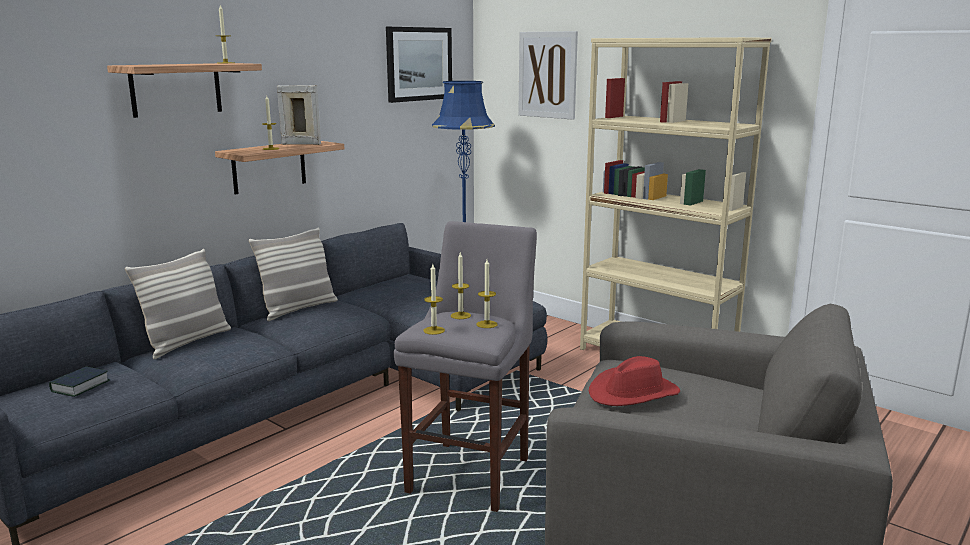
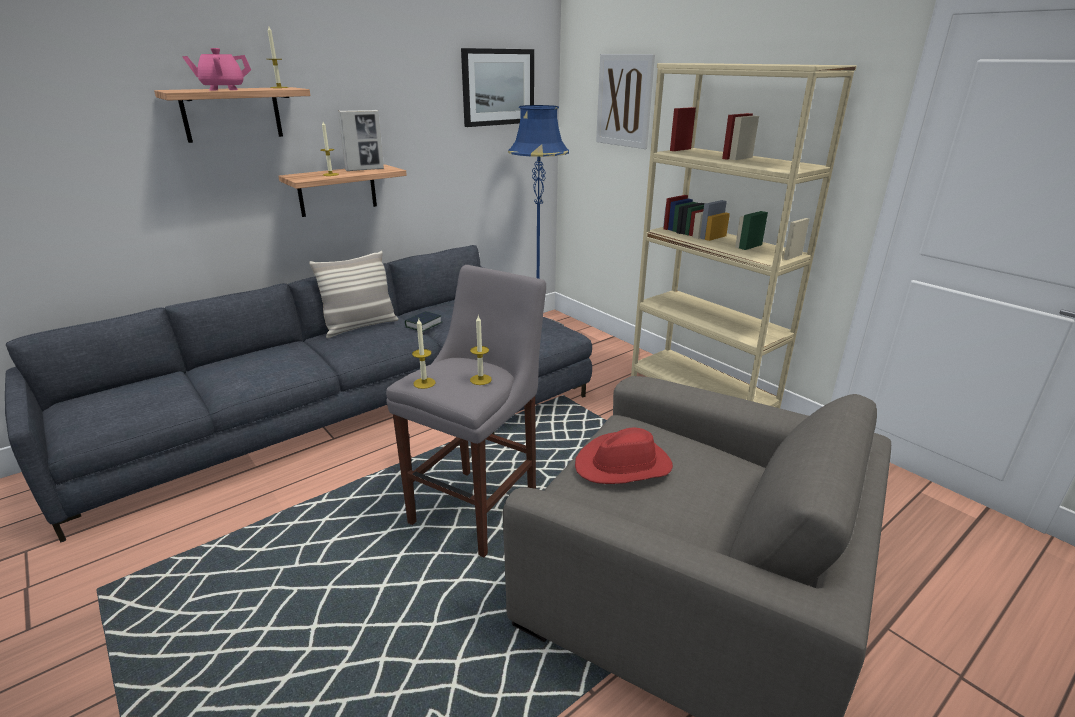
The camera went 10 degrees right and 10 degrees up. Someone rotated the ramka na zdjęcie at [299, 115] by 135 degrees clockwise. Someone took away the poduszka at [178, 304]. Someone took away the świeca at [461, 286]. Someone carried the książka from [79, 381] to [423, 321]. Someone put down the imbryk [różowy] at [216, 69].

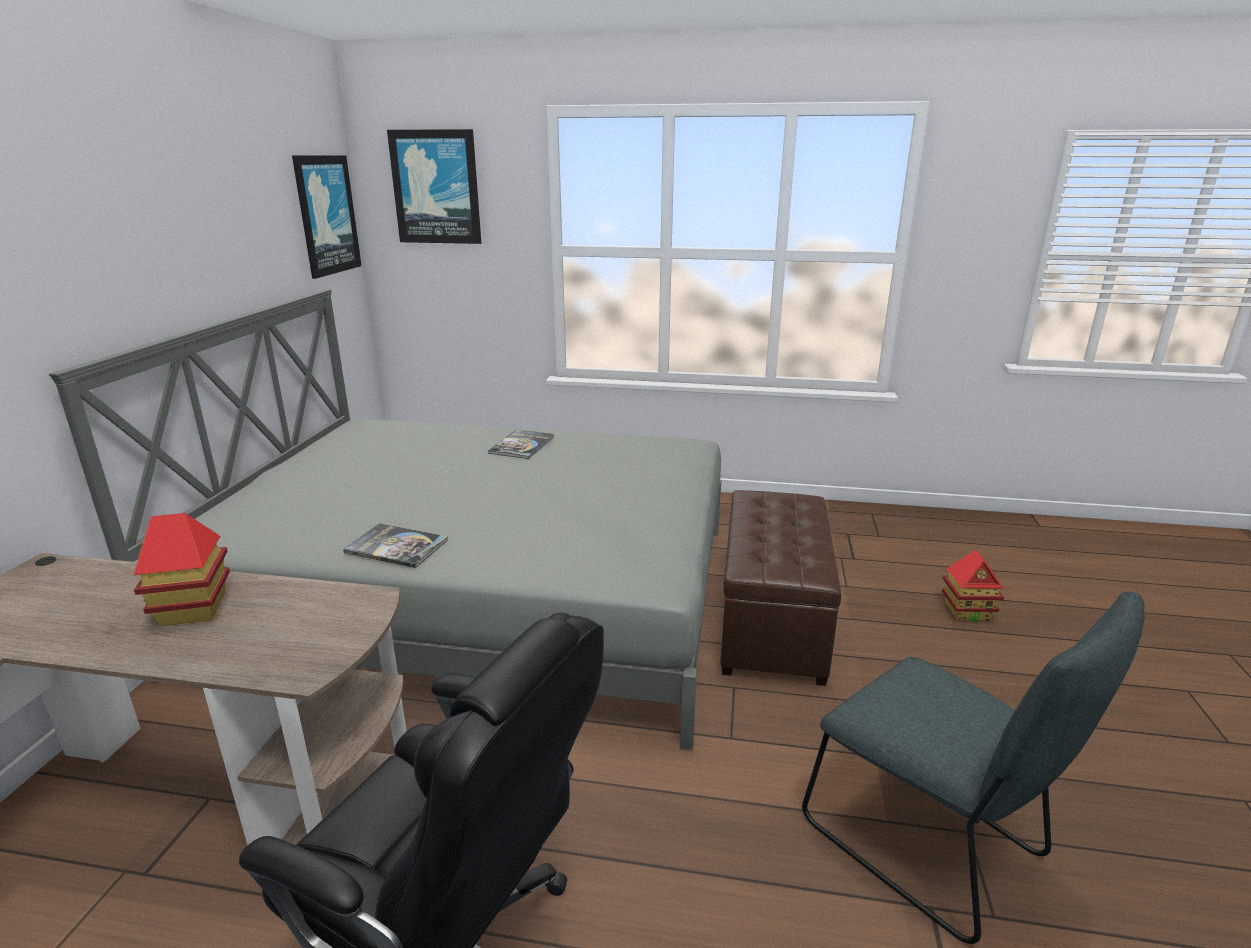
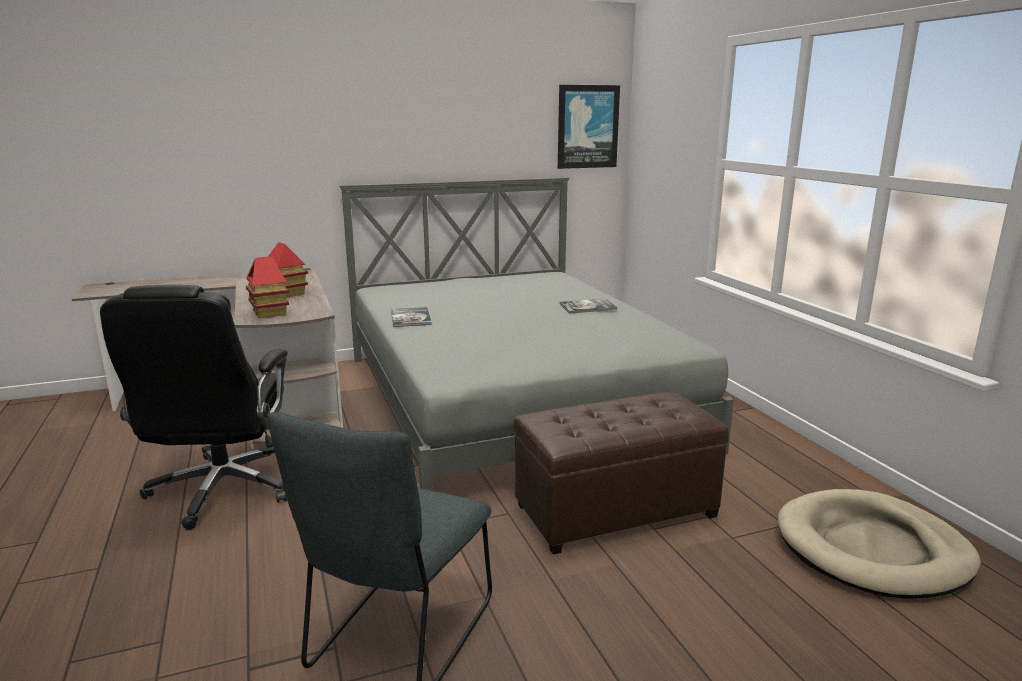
The camera went 60 degrees right and 5 degrees down. Someone took away the obraz at [434, 186]. Someone carried the domek from [973, 585] to [267, 287]. Someone put down the legowisko [beżowy] at [879, 544].

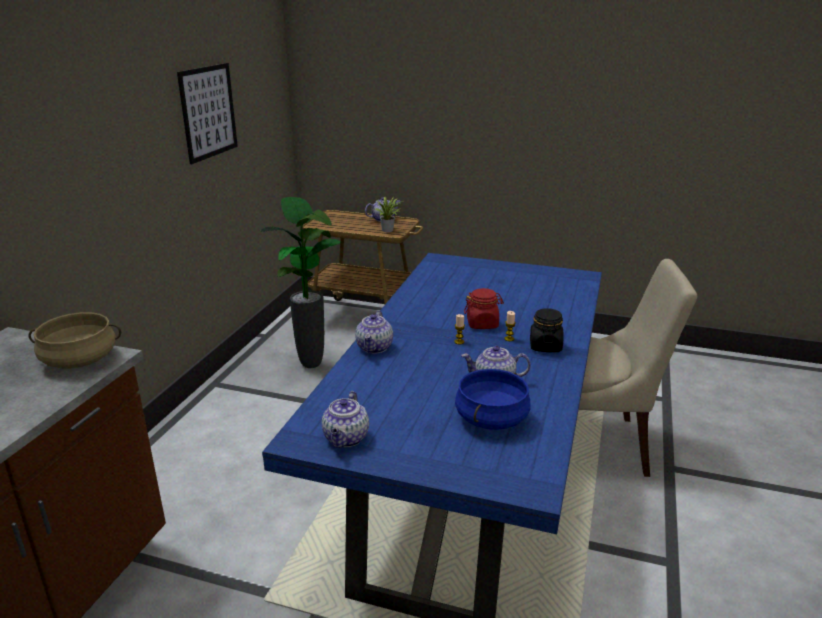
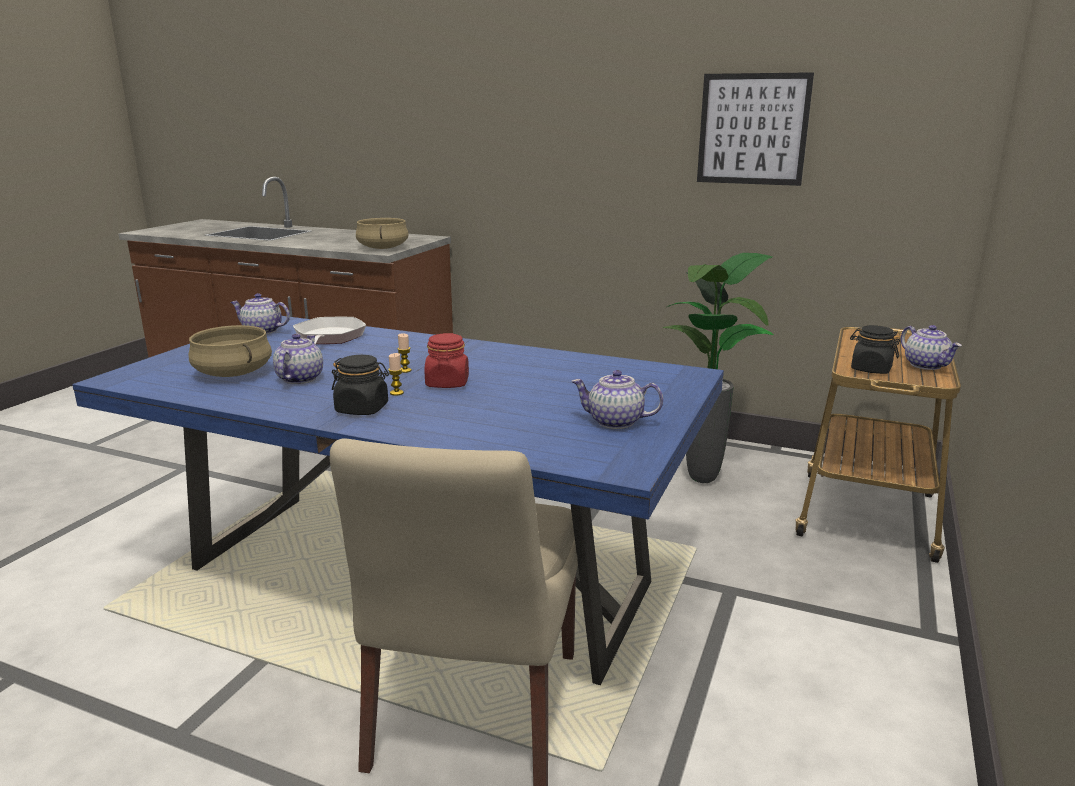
The camera went 95 degrees right and 5 degrees down. Someone swapped the roślina doniczkowa at [388, 214] for the słoik [czarny] at [875, 349]. Someone carried the imbryk from [374, 331] to [617, 399]. Someone repainted the garnek [niebieski] at [493, 399], which became the garnek [beżowy] at [230, 351]. Someone put down the patelnia at [329, 330].

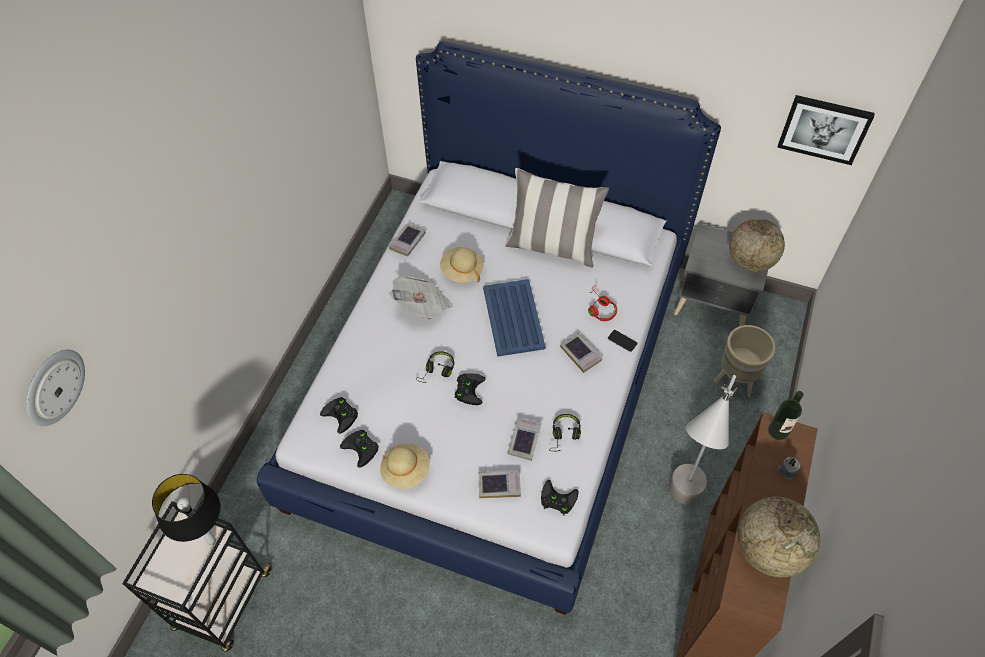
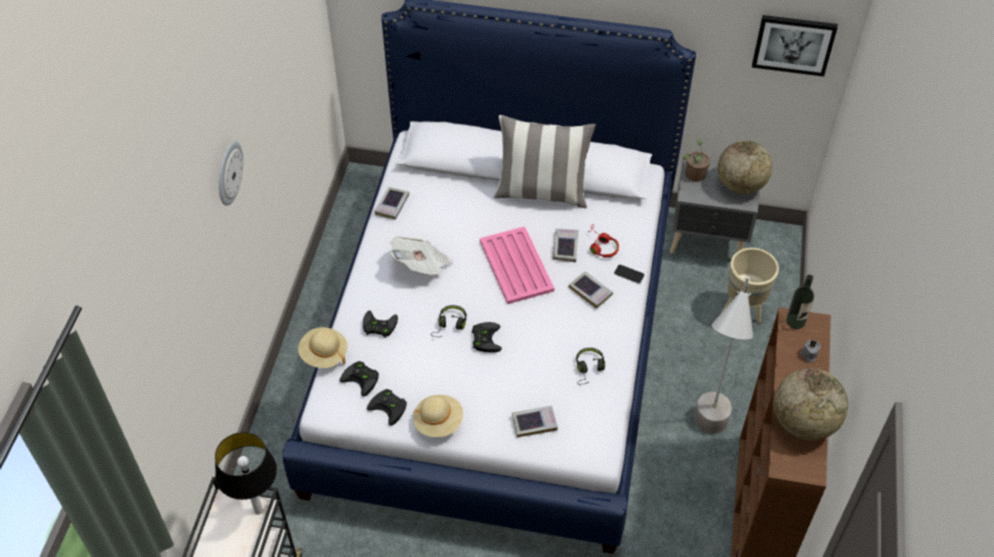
The camera went 10 degrees left and 5 degrees down. Someone carried the kapelusz [beżowy] from [462, 265] to [322, 347]. Someone repainted the taca [niebieski] at [514, 318], which became the taca [różowy] at [517, 265]. Someone carried the zegar ścienny from [55, 388] to [231, 173]. Someone carried the książka from [524, 439] to [566, 246]. Someone carried the pad do gier [czarny] from [560, 498] to [380, 324]. Someone put down the roślina doniczkowa at [697, 161].

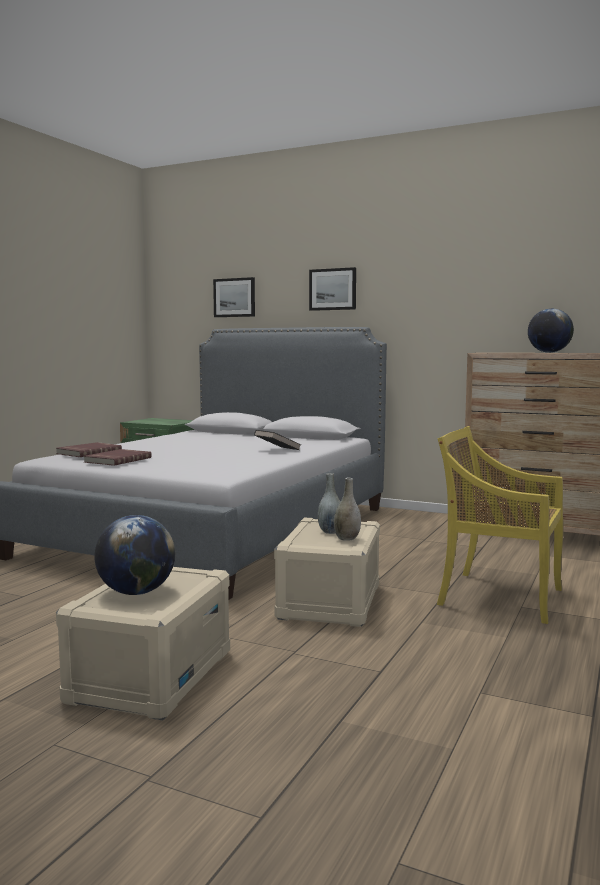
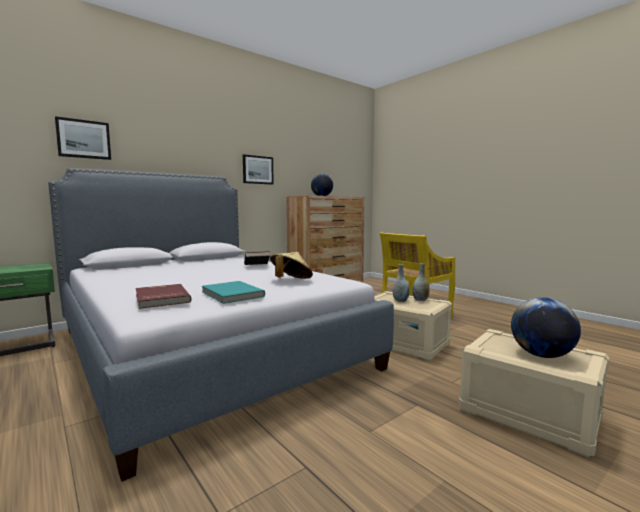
The camera went 65 degrees left and 0 degrees up. Someone carried the obraz from [332, 289] to [258, 169]. Someone repainted the książka [czerwony] at [118, 457], which became the książka [turkusowy] at [233, 292]. Someone put down the kapelusz [beżowy] at [291, 265].

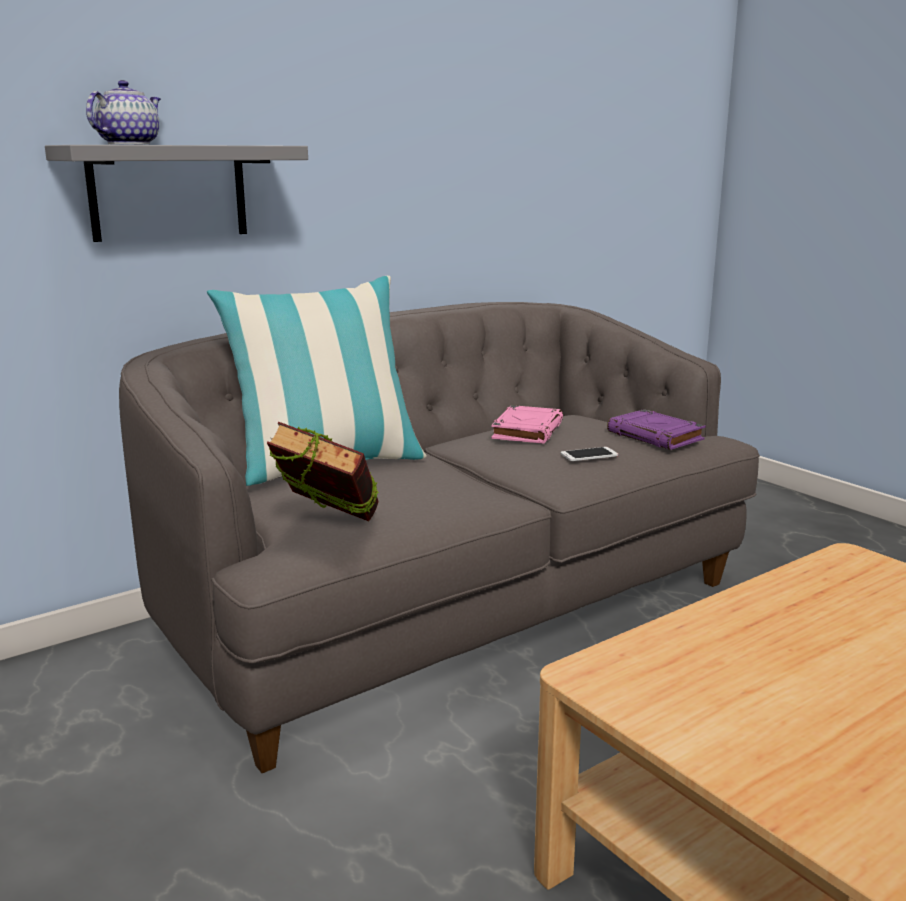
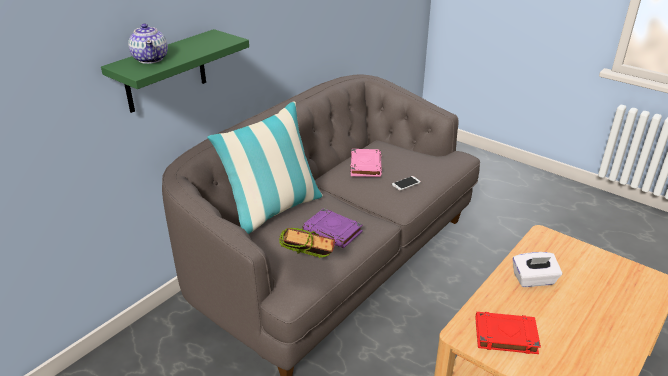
The camera went 15 degrees left and 15 degrees up. Someone rotated the imbryk at [123, 112] by 150 degrees clockwise. Someone repainted the półka [szary] at [176, 193], which became the półka [zielony] at [175, 71]. Someone carried the książka [fioletowy] from [656, 429] to [333, 228]. Someone put down the pudełko chusteczek [biały] at [537, 269]. Someone put down the książka [czerwony] at [508, 333].

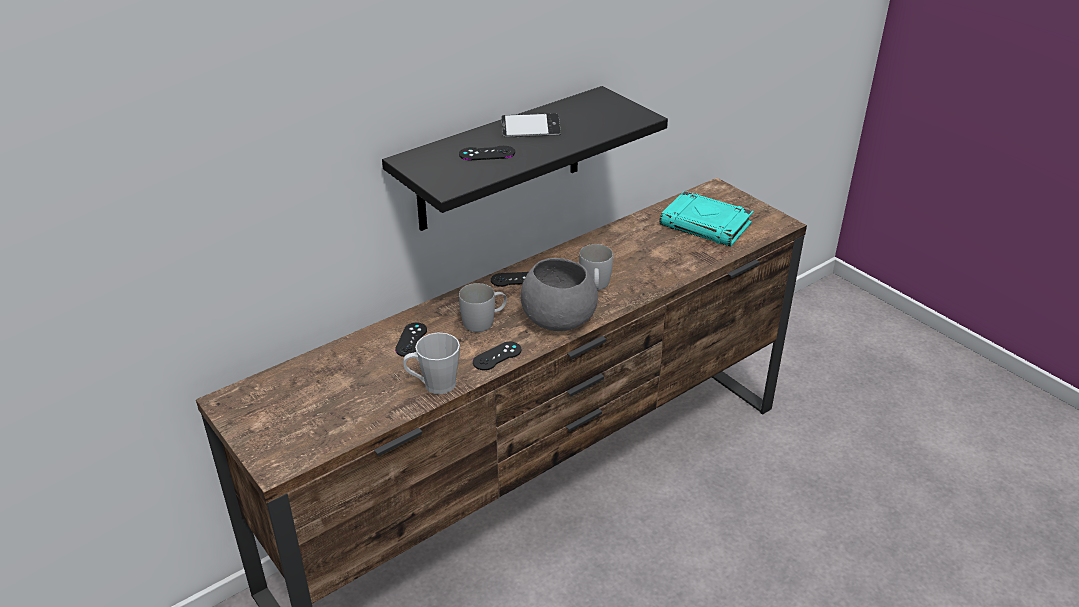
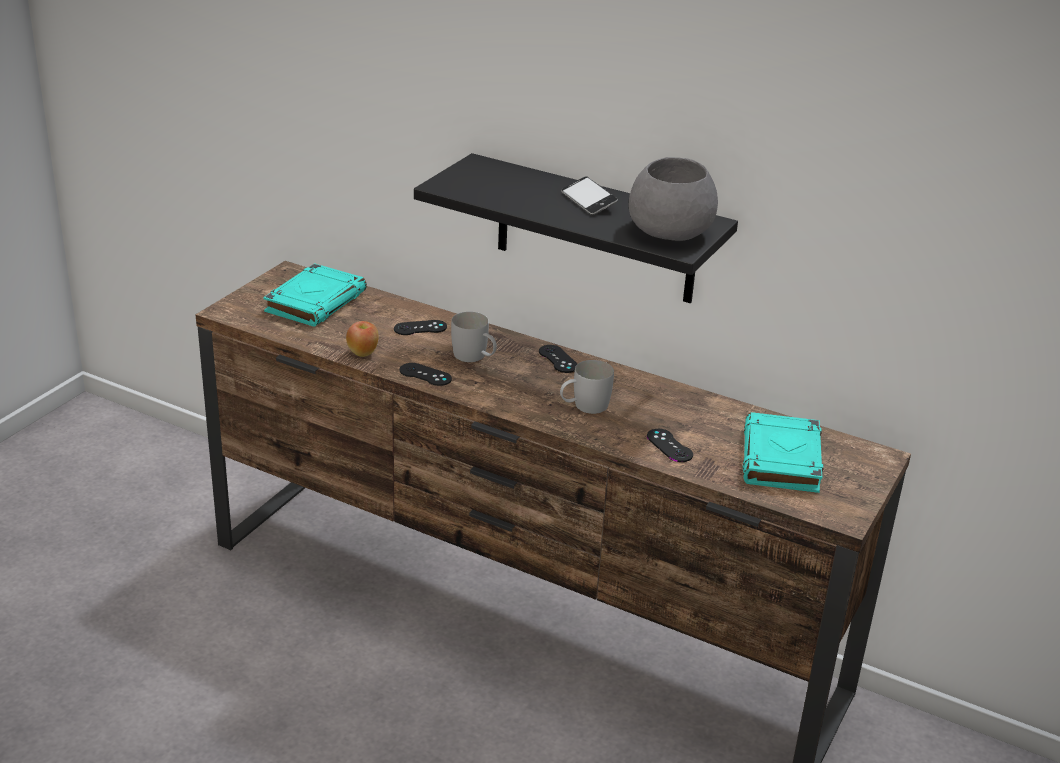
The camera went 65 degrees right and 5 degrees down. Someone carried the pad do gier [czarny] from [487, 153] to [670, 445]. Someone carried the miska [szary] from [559, 294] to [673, 199]. Someone swapped the kubek [szary] at [431, 363] for the jabłko at [362, 339]. Someone put down the książka [turkusowy] at [315, 295].

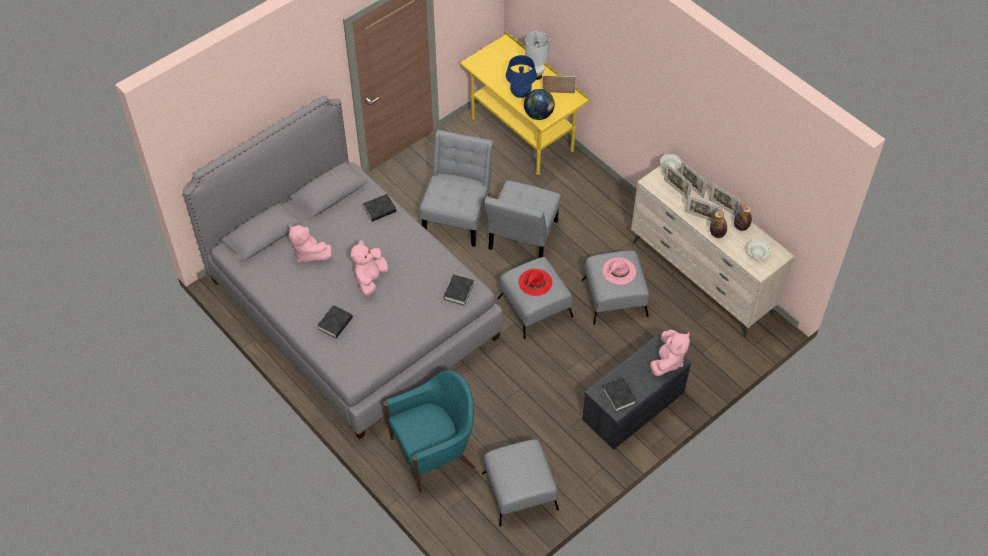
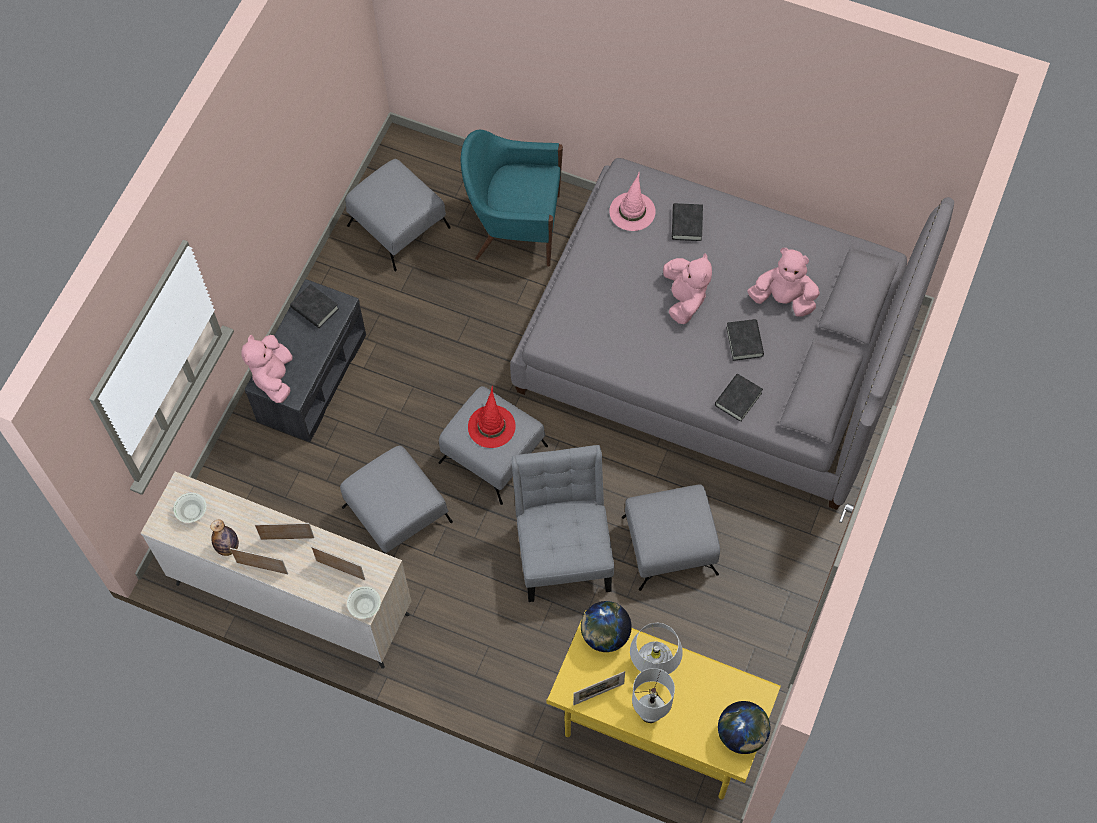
The camera went 155 degrees right and 10 degrees up. Someone repainted the lampa stołowa [niebieski] at [521, 76], which became the lampa stołowa [biały] at [656, 648]. Someone swapped the krzesło [szary] at [456, 188] for the pufa [szary] at [671, 537]. Someone took away the ramka na zdjęcie at [693, 179]. Someone took away the butelka at [718, 224]. Someone carried the kapelusz [różowy] from [619, 271] to [632, 202]. Someone carried the książka [czarny] from [459, 290] to [745, 340]. Someone rotated the fotel [turkusowy] at [429, 431] by 60 degrees clockwise. Someone put down the globus at [744, 727].

